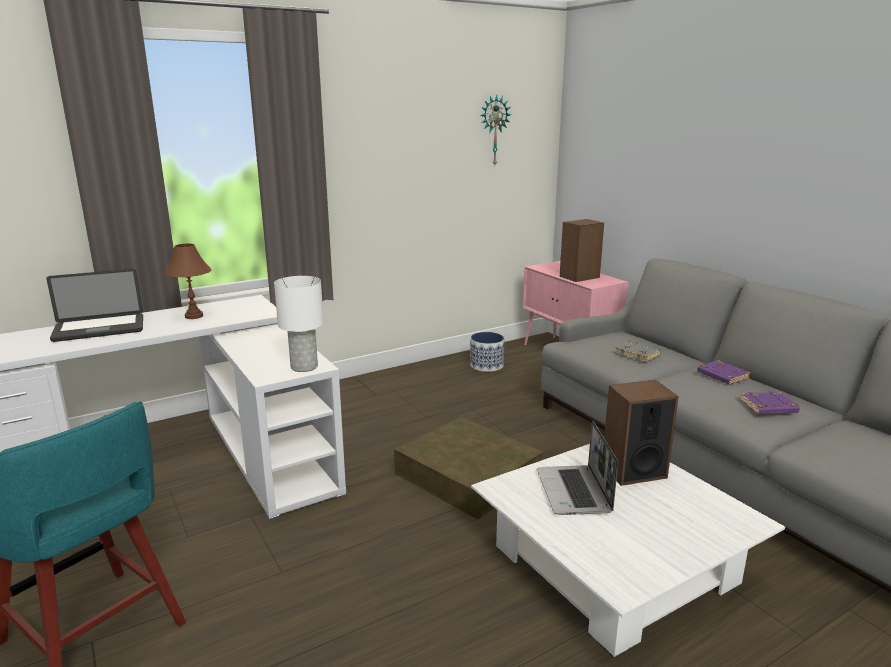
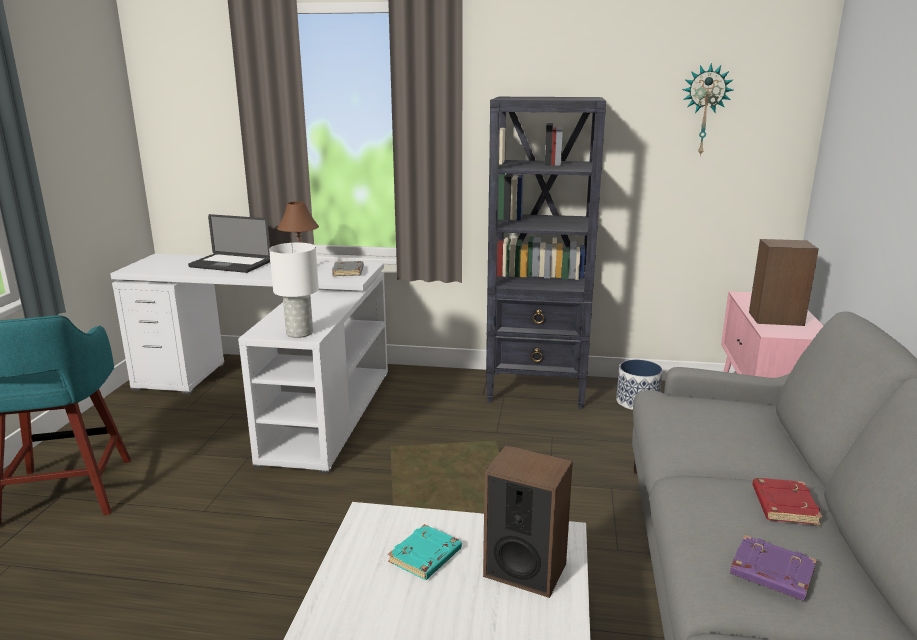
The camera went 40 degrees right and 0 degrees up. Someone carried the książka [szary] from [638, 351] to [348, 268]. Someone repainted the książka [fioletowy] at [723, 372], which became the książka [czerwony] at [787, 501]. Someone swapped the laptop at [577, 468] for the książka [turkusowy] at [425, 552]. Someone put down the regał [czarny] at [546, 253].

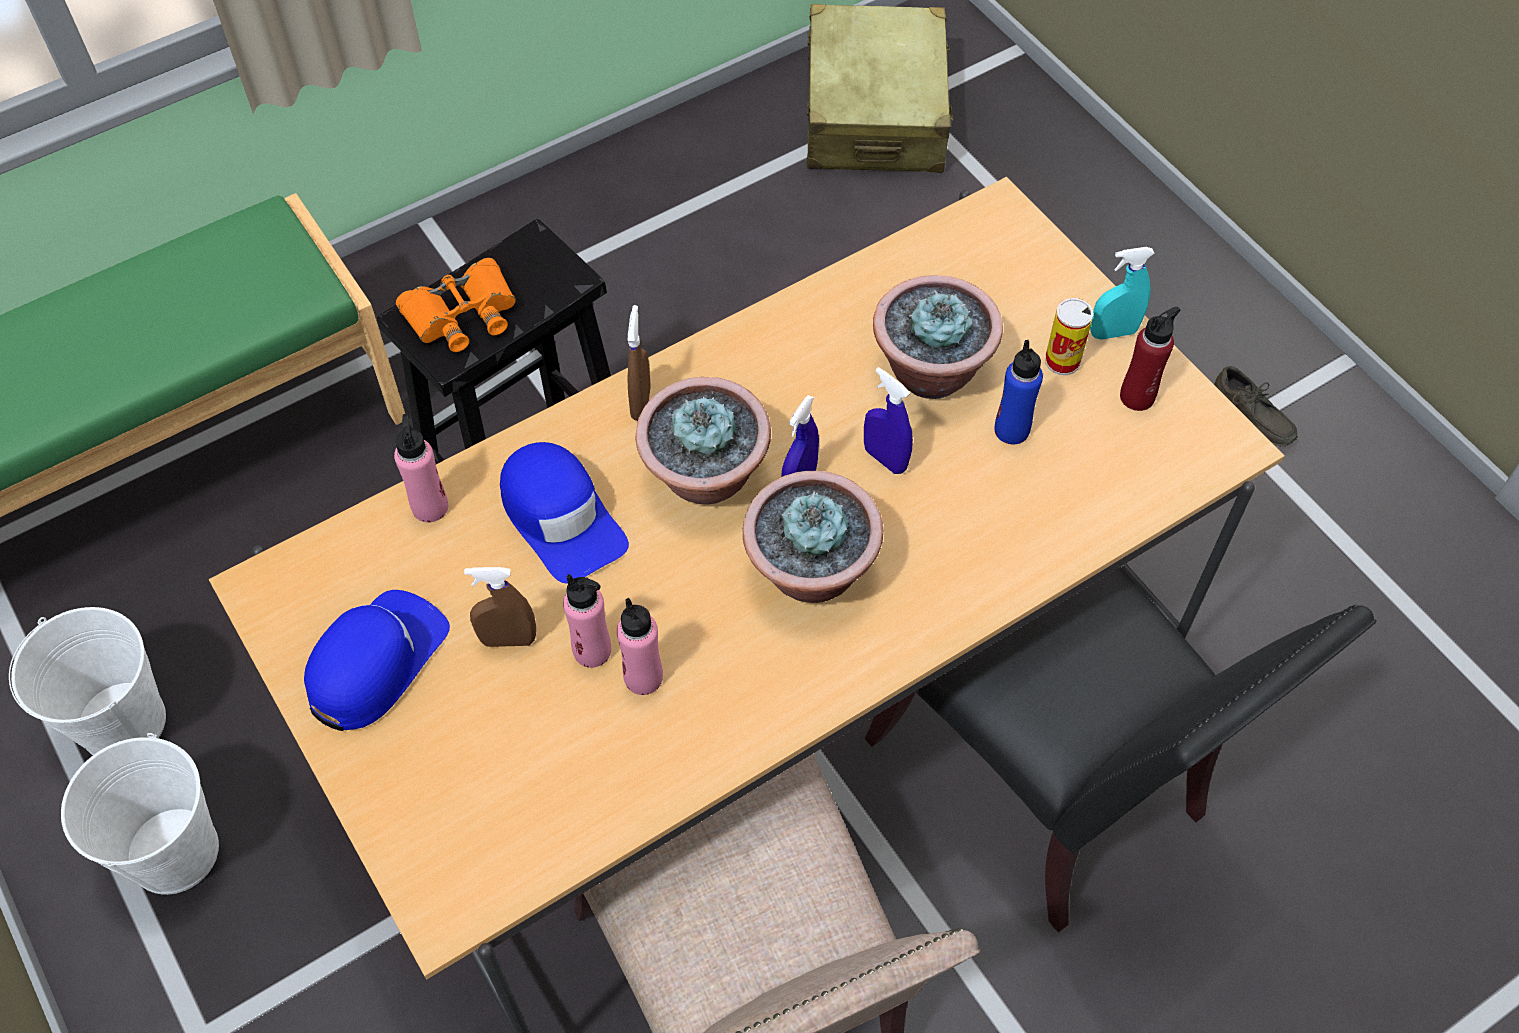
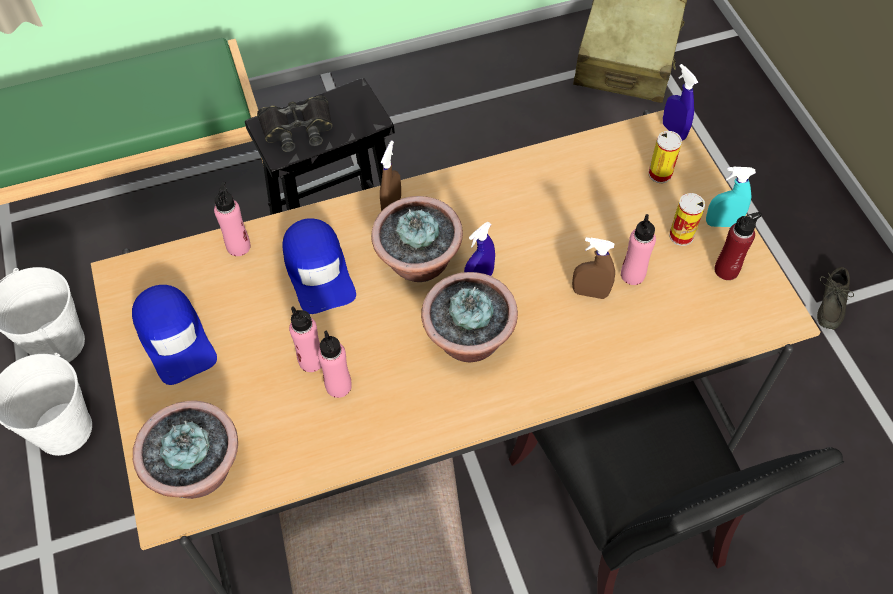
The camera went 15 degrees right and 0 degrees up. Someone repainted the lornetka [pomarańczowy] at [456, 305], which became the lornetka [czarny] at [294, 124]. Someone carried the roślina doniczkowa from [938, 337] to [185, 449]. Someone repainted the butelka [niebieski] at [1019, 392], which became the butelka [różowy] at [638, 249]. Someone rotated the but [szary] at [1256, 406] by 45 degrees clockwise. Someone carried the spryskiwacz [niebieski] from [888, 420] to [680, 102]. Someone carried the spryskiwacz [brązowy] from [500, 607] to [593, 268]. Someone rotated the czapka z daszkiem [niebieski] at [377, 660] by 105 degrees clockwise. Someone put down the puszka at [665, 157].

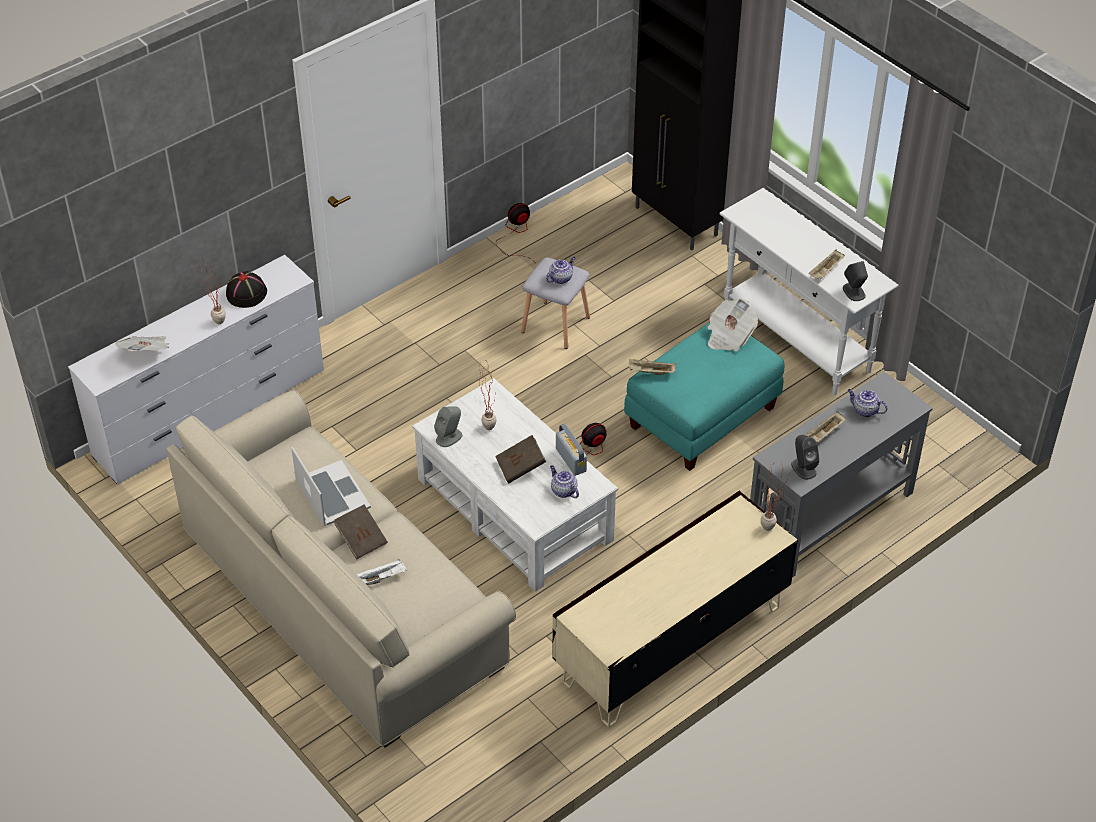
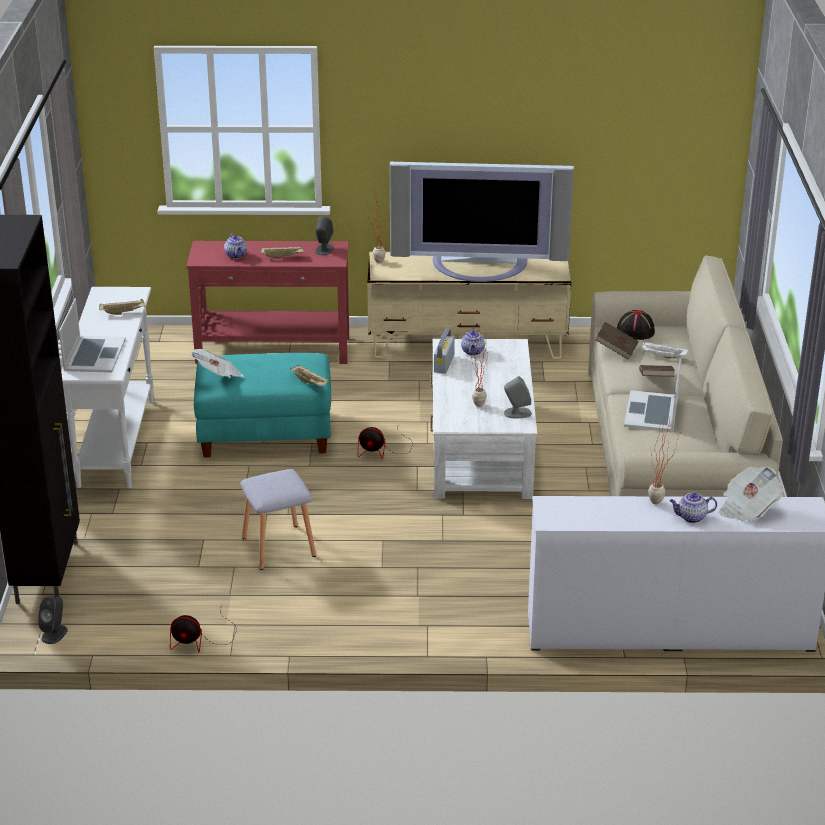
The camera went 140 degrees left and 15 degrees down. Someone carried the imbryk from [561, 270] to [693, 508]. Someone carried the głośnik [szary] from [855, 281] to [53, 620]. Someone carried the kapelusz [czarny] from [246, 289] to [636, 325]. Someone repainted the stolik konsolowy [szary] at [841, 474], which became the stolik konsolowy [czerwony] at [267, 302]. Someone carried the książka [brązowy] from [520, 459] to [617, 341]. Someone put down the telewizor at [482, 222]. Someone put down the laptop at [92, 335].

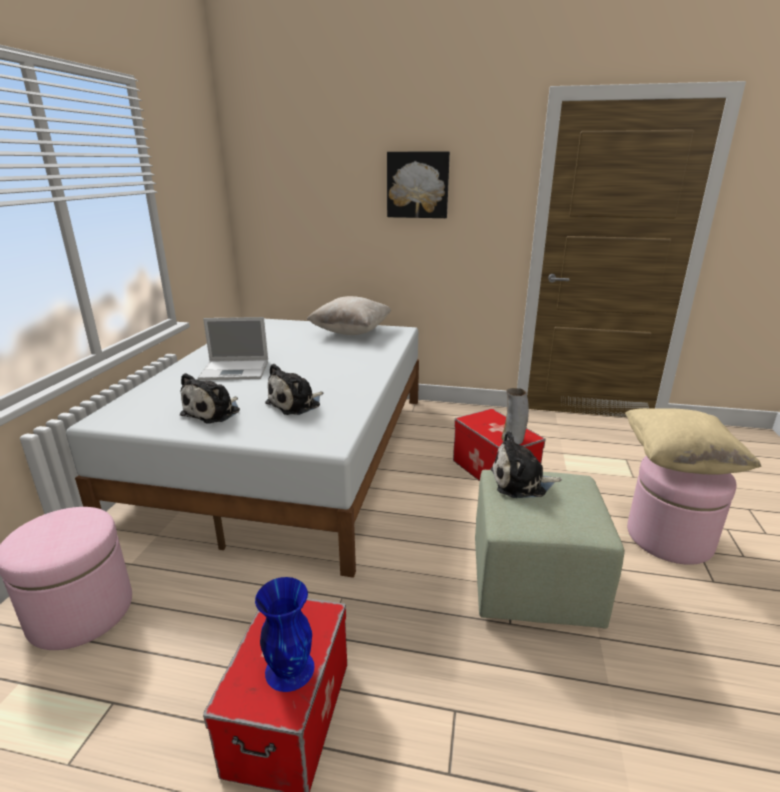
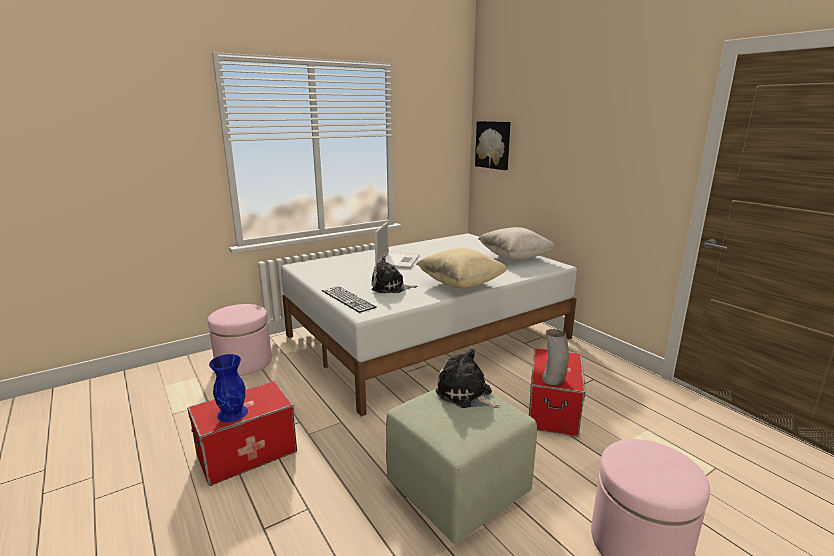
The camera went 45 degrees right and 5 degrees down. Someone carried the obraz from [418, 184] to [493, 145]. Someone rotated the laptop at [233, 348] by 120 degrees counterclockwise. Someone took away the pluszak at [210, 398]. Someone carried the poduszka [beżowy] from [693, 441] to [461, 268]. Someone put down the klawiatura at [349, 299].

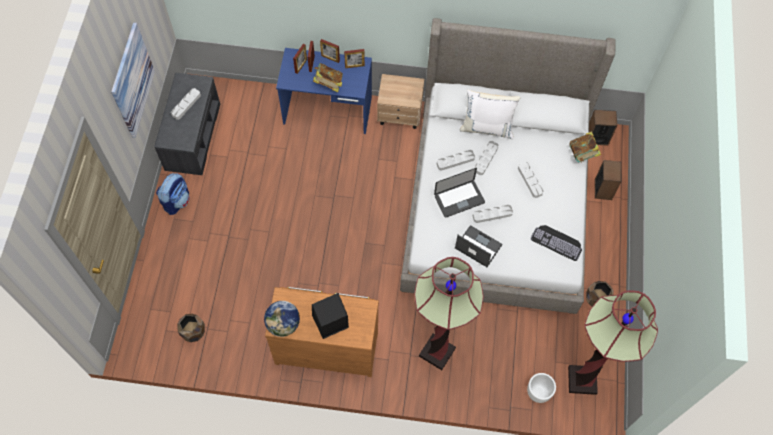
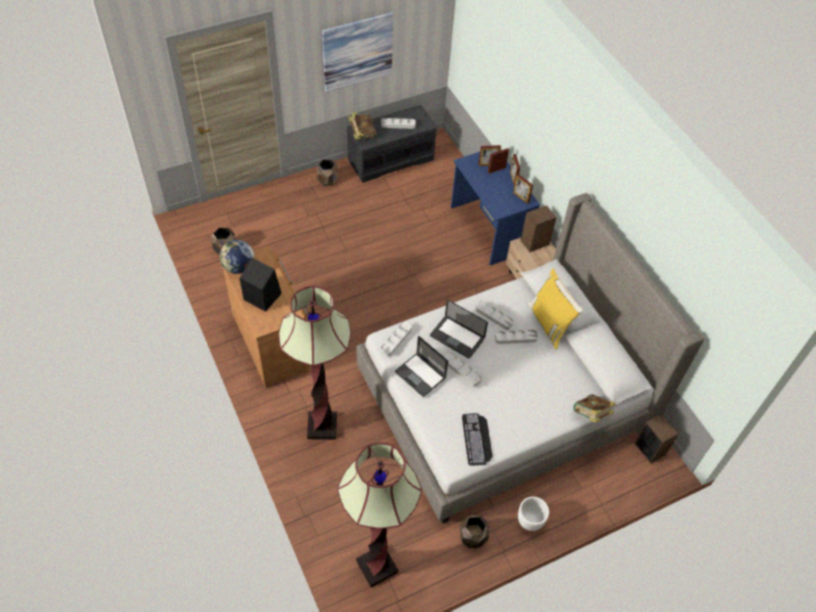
The camera went 55 degrees right and 10 degrees down. Someone carried the książka from [328, 77] to [362, 126]. Someone repainted the poduszka [biały] at [490, 114], which became the poduszka [żółty] at [555, 308]. Someone carried the głośnik from [608, 180] to [538, 228]. Someone carried the taca [szary] from [531, 180] to [396, 339]. Someone swapped the plecak at [173, 194] for the donica [brązowy] at [327, 172]. Someone rotated the laptop at [479, 246] by 135 degrees clockwise. Someone carried the donica [biały] from [541, 388] to [533, 514].

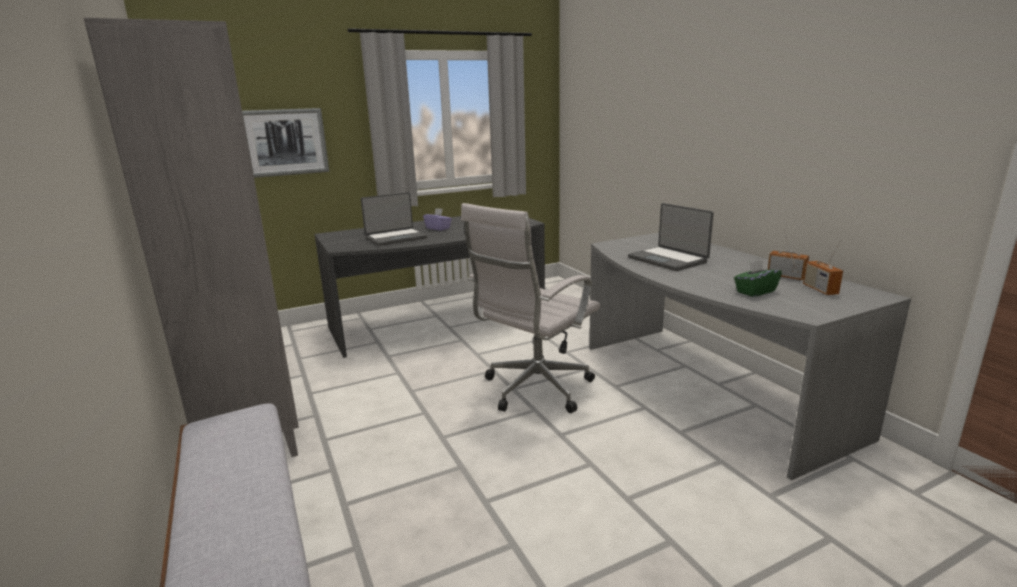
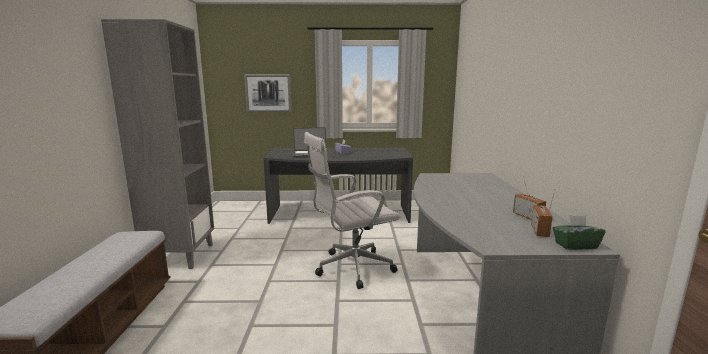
The camera went 25 degrees right and 5 degrees down. Someone took away the laptop at [671, 237]. Someone carried the pudełko chusteczek [zielony] from [758, 278] to [579, 232].

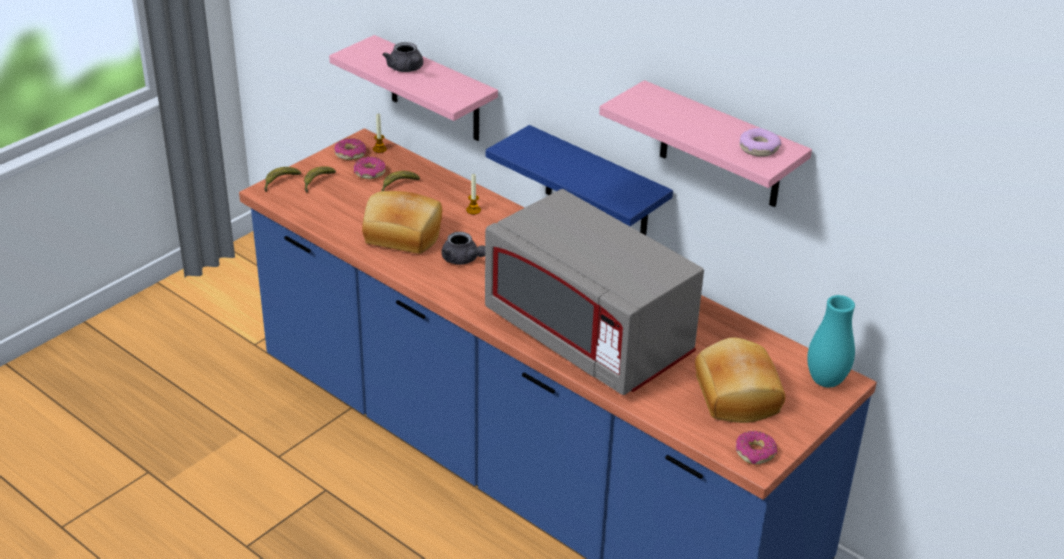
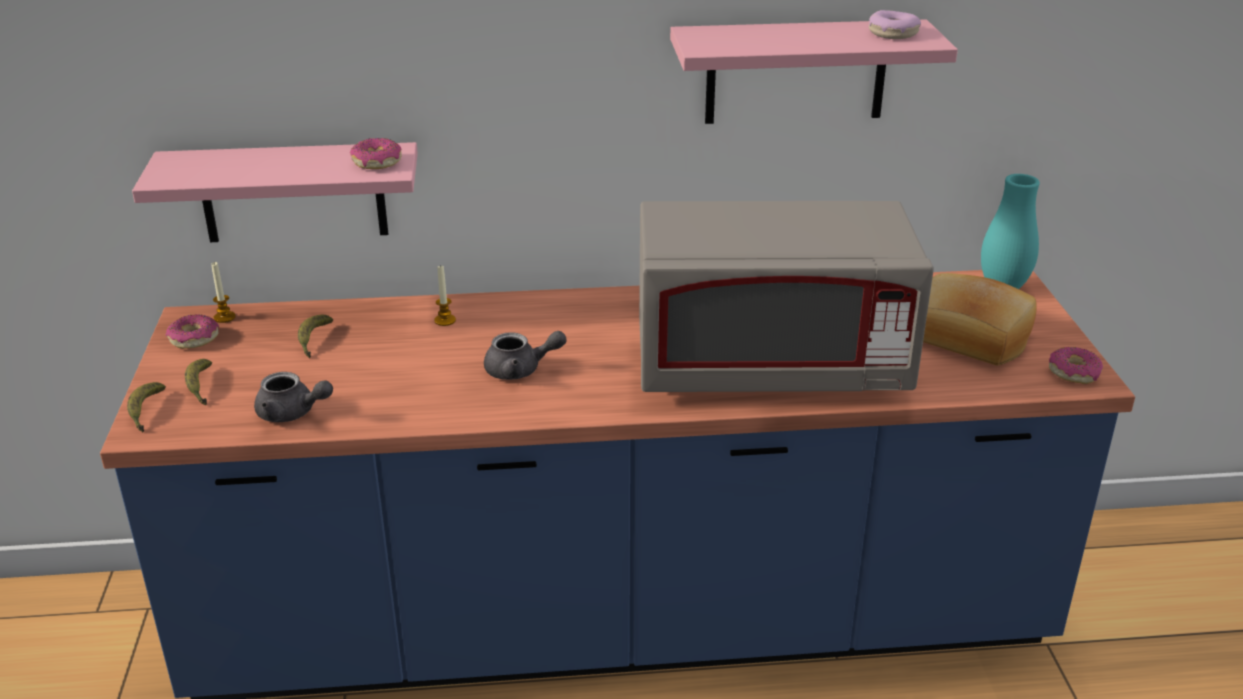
The camera went 45 degrees left and 5 degrees down. Someone carried the imbryk [szary] from [403, 57] to [293, 397]. Someone took away the półka [niebieski] at [579, 180]. Someone carried the donut from [369, 168] to [376, 153]. Someone took away the chleb at [402, 222].

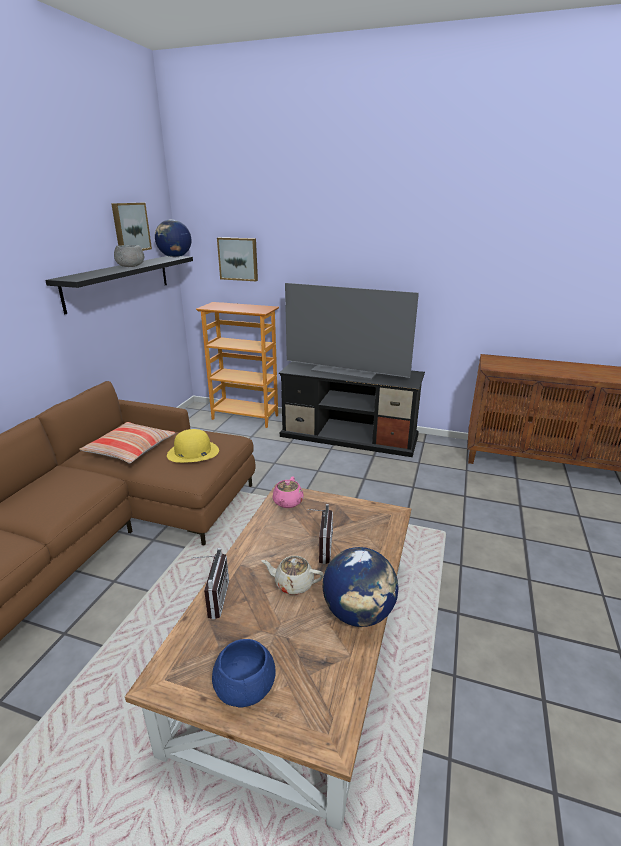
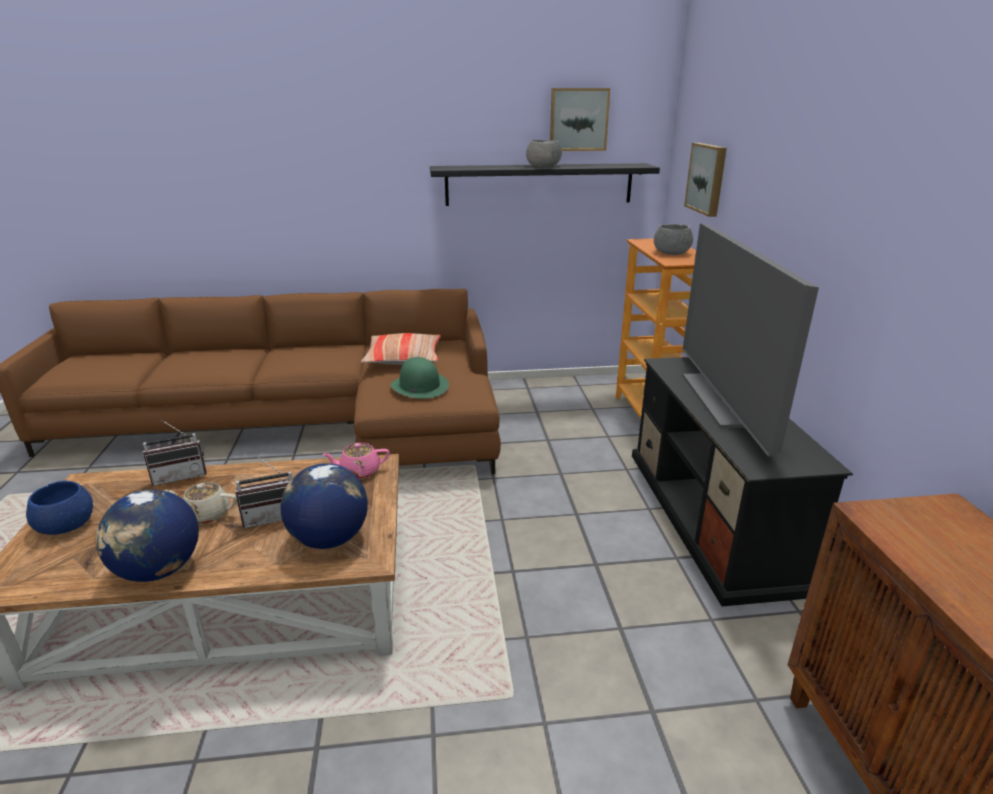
The camera went 65 degrees right and 0 degrees up. Someone carried the globus from [173, 238] to [324, 506]. Someone repainted the kapelusz [żółty] at [193, 446], which became the kapelusz [zielony] at [420, 378]. Someone rotated the imbryk [beżowy] at [292, 575] by 75 degrees counterclockwise. Someone put down the miska [szary] at [673, 239].

